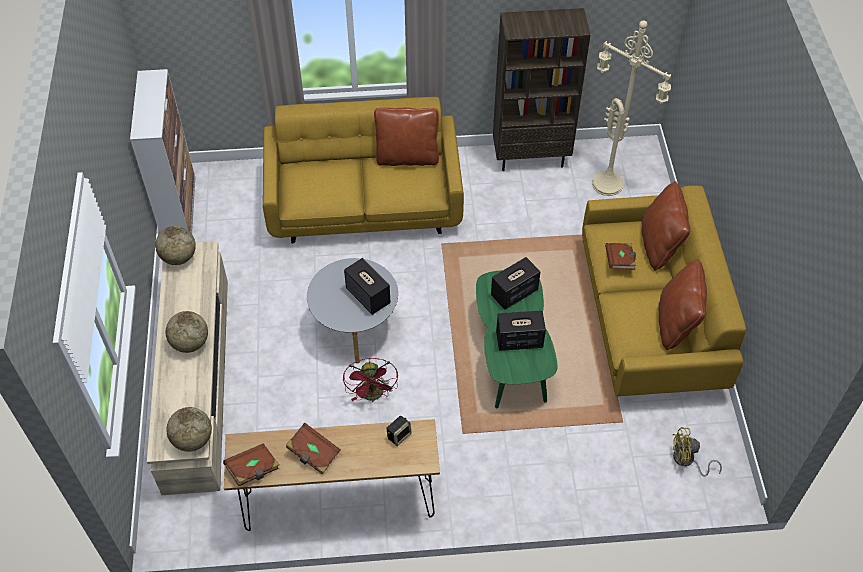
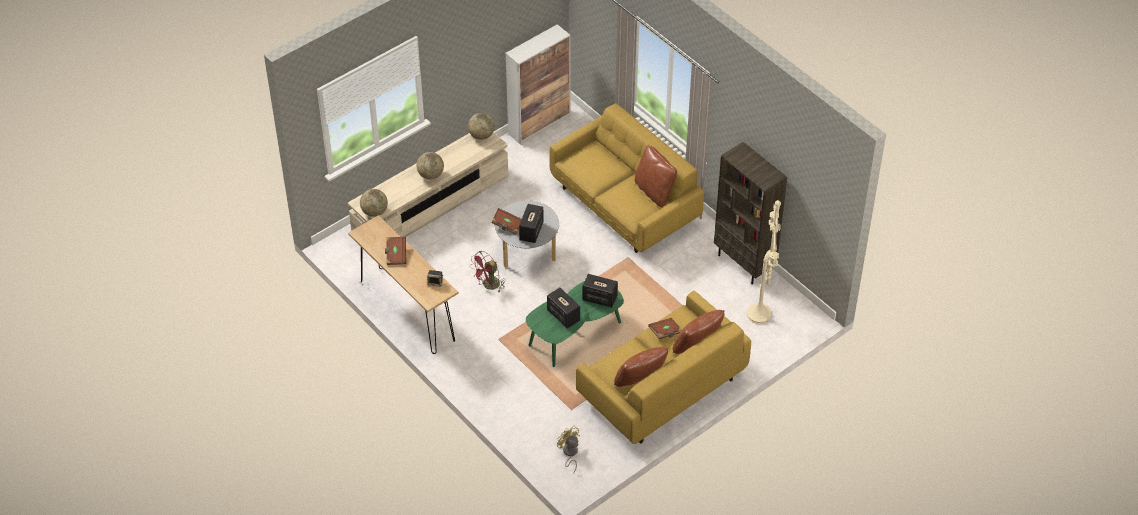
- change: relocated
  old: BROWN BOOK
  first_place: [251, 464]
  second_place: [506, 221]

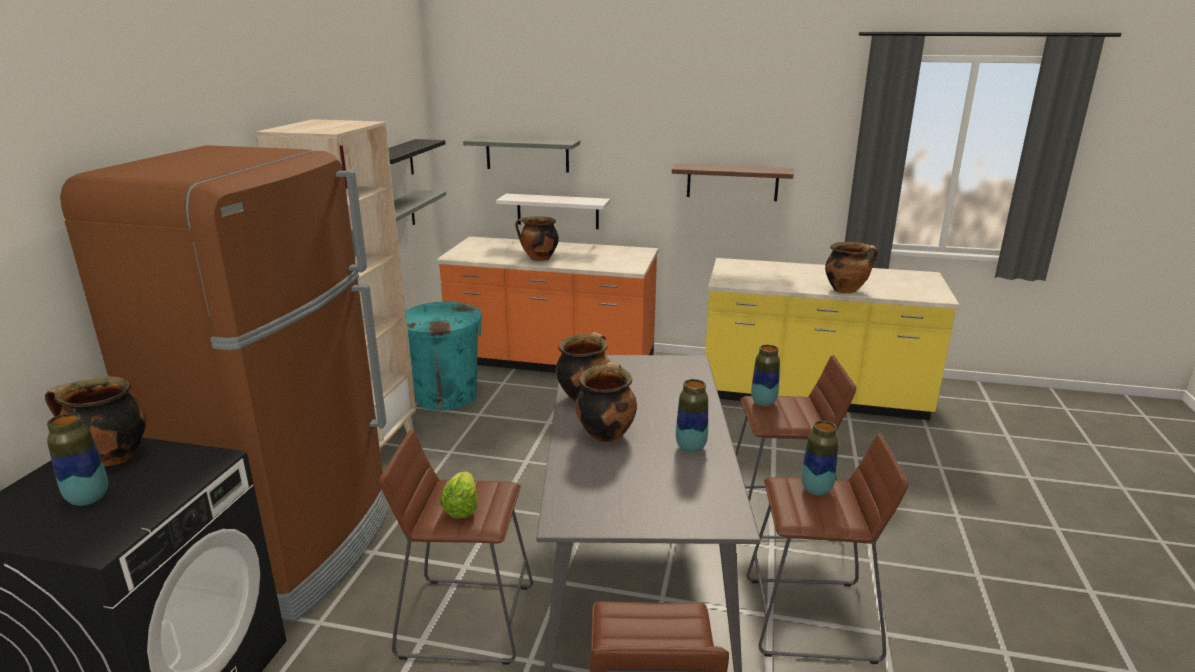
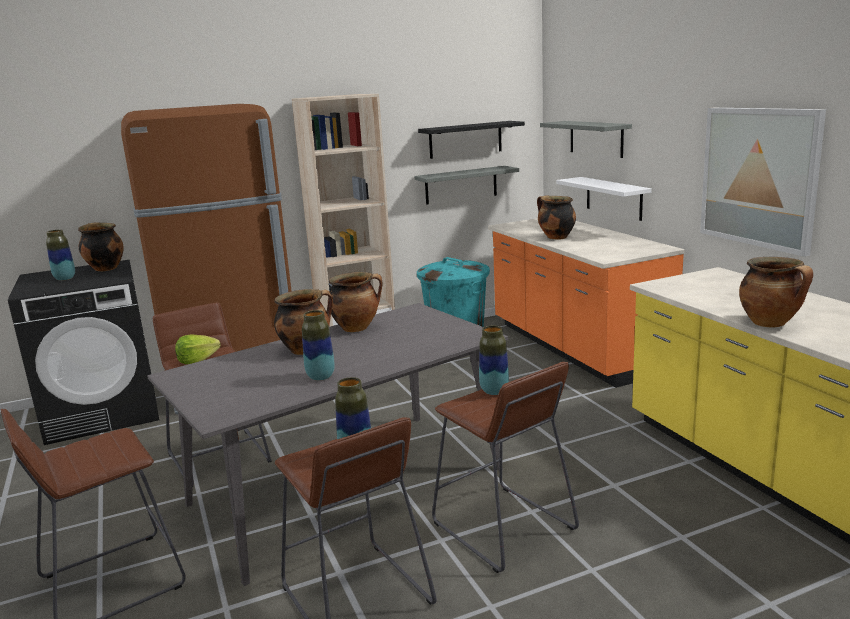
- change: exchanged
  old: BROWN SHELF
  new: PICTURE
  first_place: [732, 182]
  second_place: [763, 182]

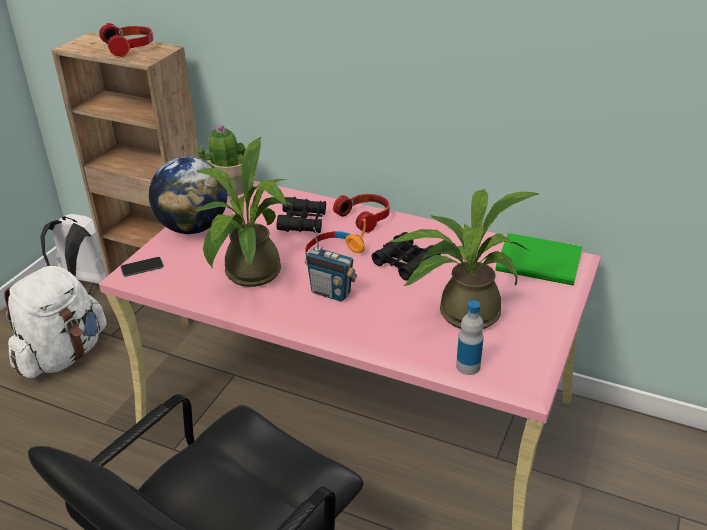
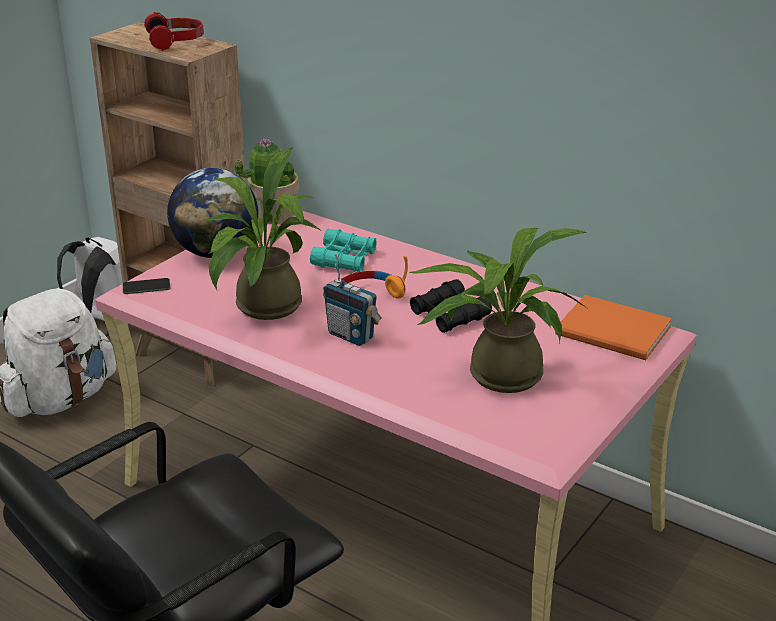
- change: missing
  old: HEADPHONES
  first_place: [361, 213]
- change: colour
  old: BLACK BINOCULARS
  new: TURQUOISE BINOCULARS
  first_place: [301, 215]
  second_place: [343, 250]
- change: colour
  old: GREEN BOOK
  new: ORANGE BOOK
  first_place: [539, 259]
  second_place: [613, 327]
- change: missing
  old: BOTTLE
  first_place: [470, 337]

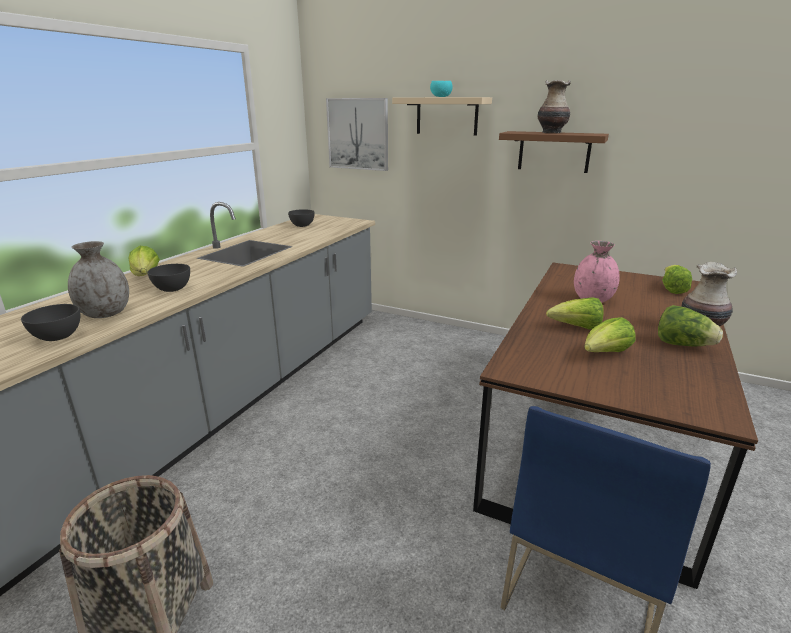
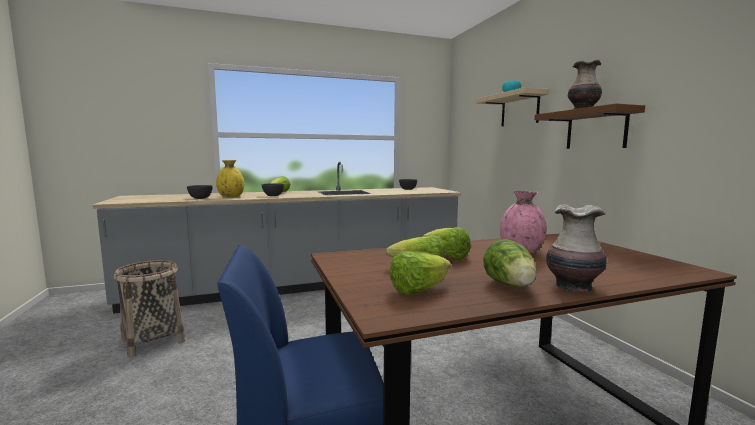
- change: missing
  old: PICTURE
  first_place: [357, 134]
- change: colour
  old: GREY VASE
  new: YELLOW VASE
  first_place: [98, 279]
  second_place: [230, 178]
- change: relocated
  old: LETTUCE
  first_place: [677, 279]
  second_place: [420, 272]

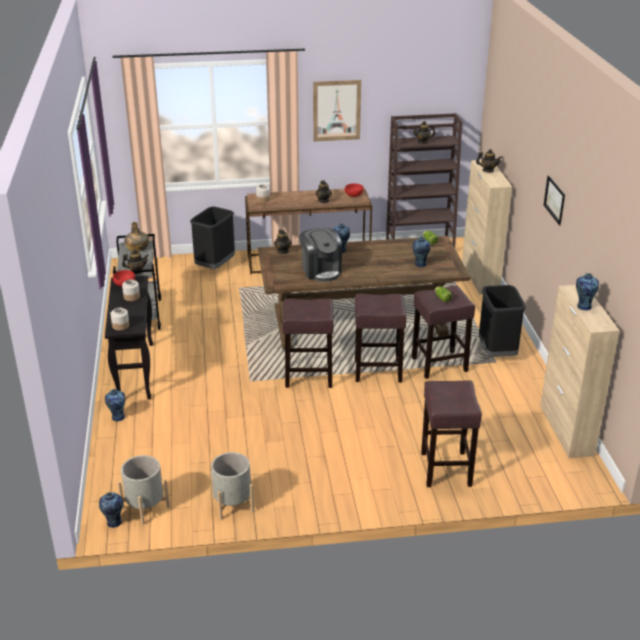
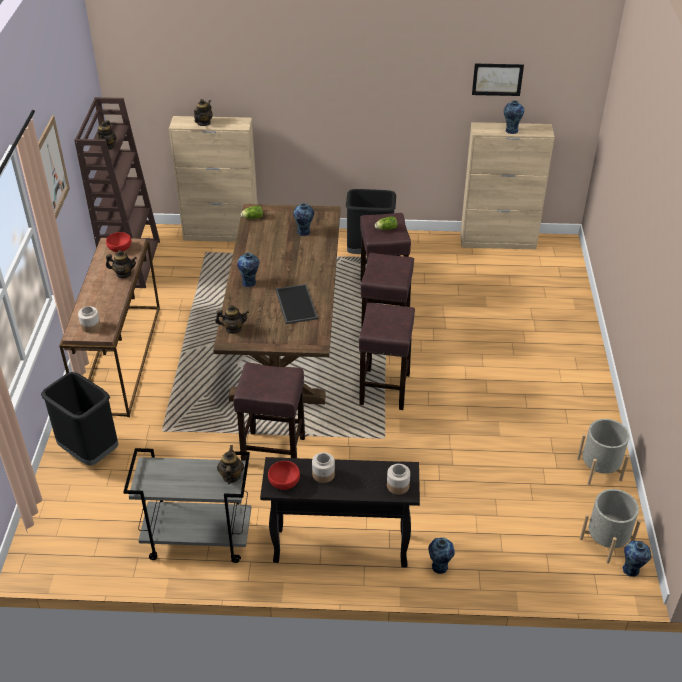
- change: relocated
  old: PICTURE
  first_place: [554, 200]
  second_place: [498, 80]
- change: missing
  old: GREEN BOTTLE
  first_place: [136, 237]
- change: exchanged
  old: COFFEE MACHINE
  new: TRAY
  first_place: [320, 255]
  second_place: [296, 304]
- change: relocated
  old: BROWN STOOL
  first_place: [451, 433]
  second_place: [269, 412]

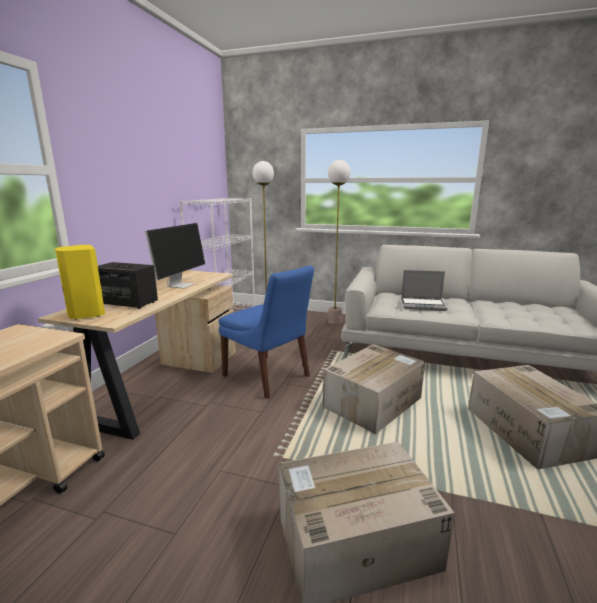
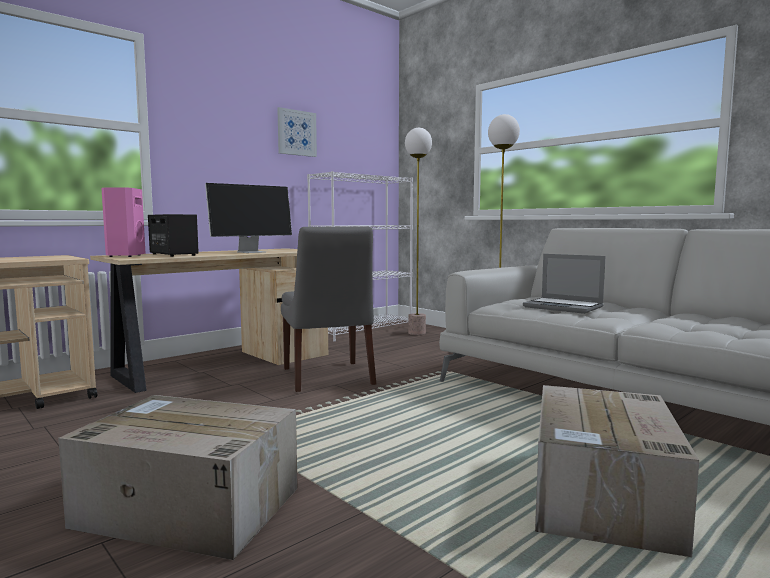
- change: colour
  old: YELLOW SPEAKER
  new: PINK SPEAKER
  first_place: [80, 282]
  second_place: [123, 222]
- change: colour
  old: BLUE CHAIR
  new: GREY CHAIR
  first_place: [266, 332]
  second_place: [328, 309]
- change: missing
  old: CARDBOARD BOX
  first_place: [374, 389]
- change: appeared
  new: PICTURE
  second_place: [297, 132]

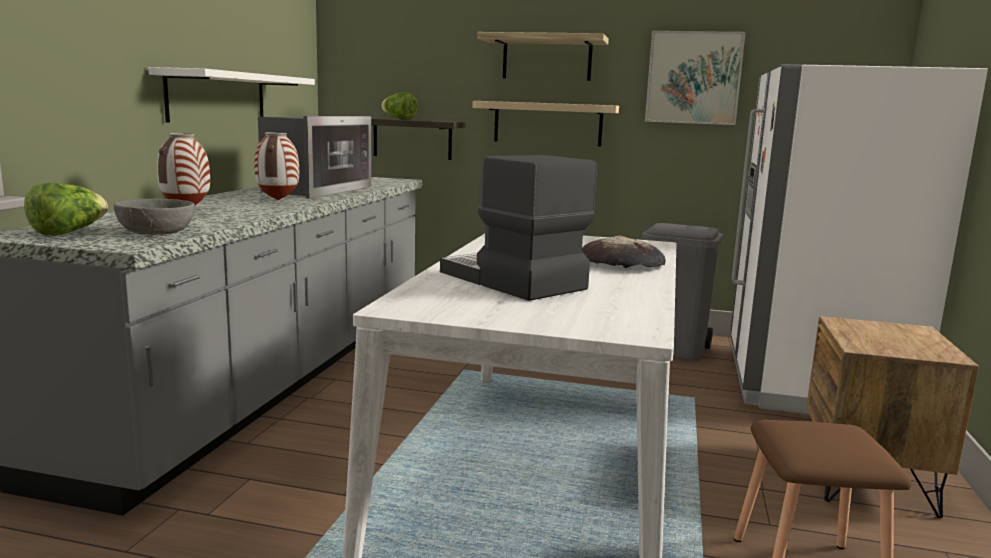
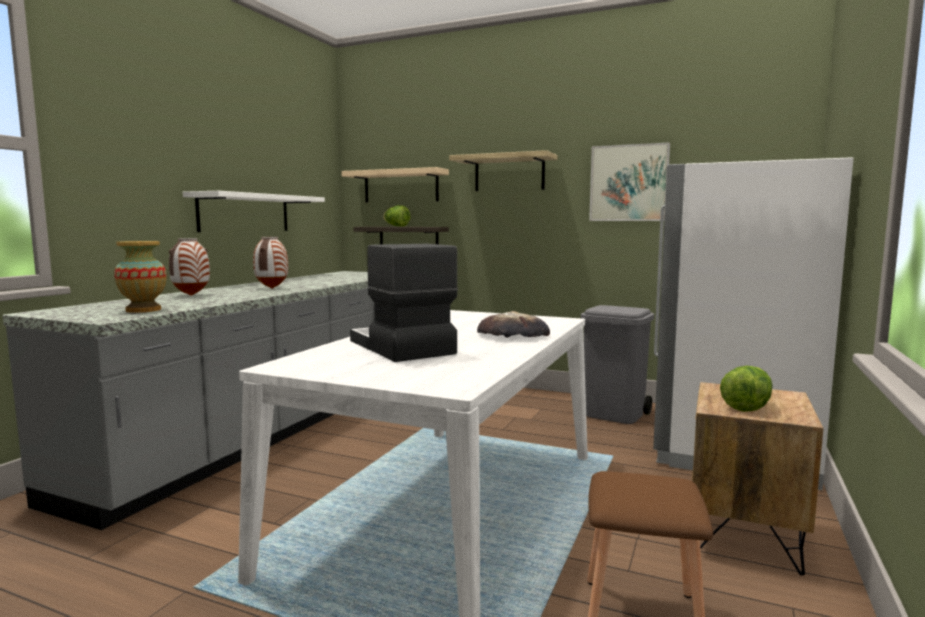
- change: relocated
  old: BEIGE SHELF
  first_place: [545, 123]
  second_place: [395, 185]
- change: missing
  old: MICROWAVE
  first_place: [315, 157]
- change: relocated
  old: LETTUCE
  first_place: [66, 209]
  second_place: [746, 389]
- change: exchanged
  old: GREY BOWL
  new: VASE
  first_place: [154, 217]
  second_place: [140, 277]

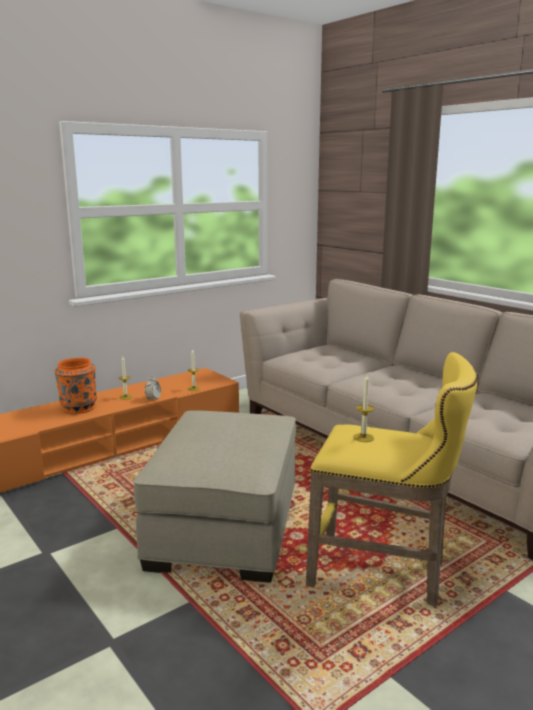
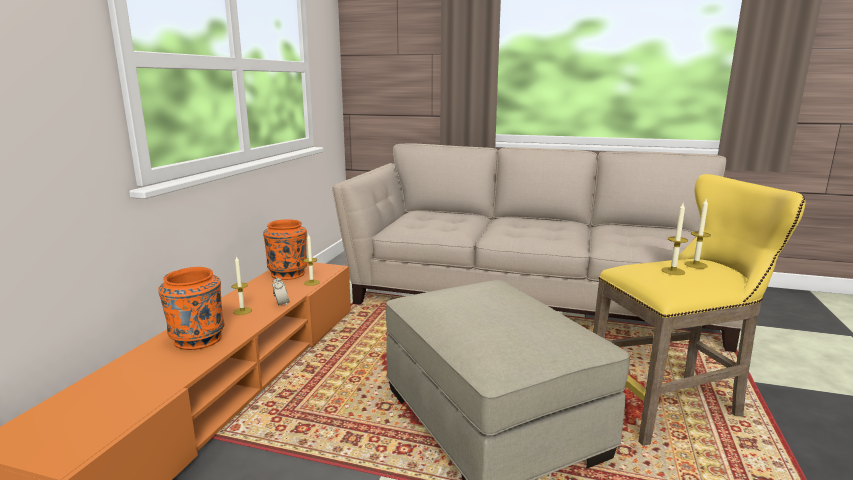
- change: appeared
  new: CANDLE
  second_place: [698, 234]
- change: appeared
  new: ORANGE VASE
  second_place: [285, 250]

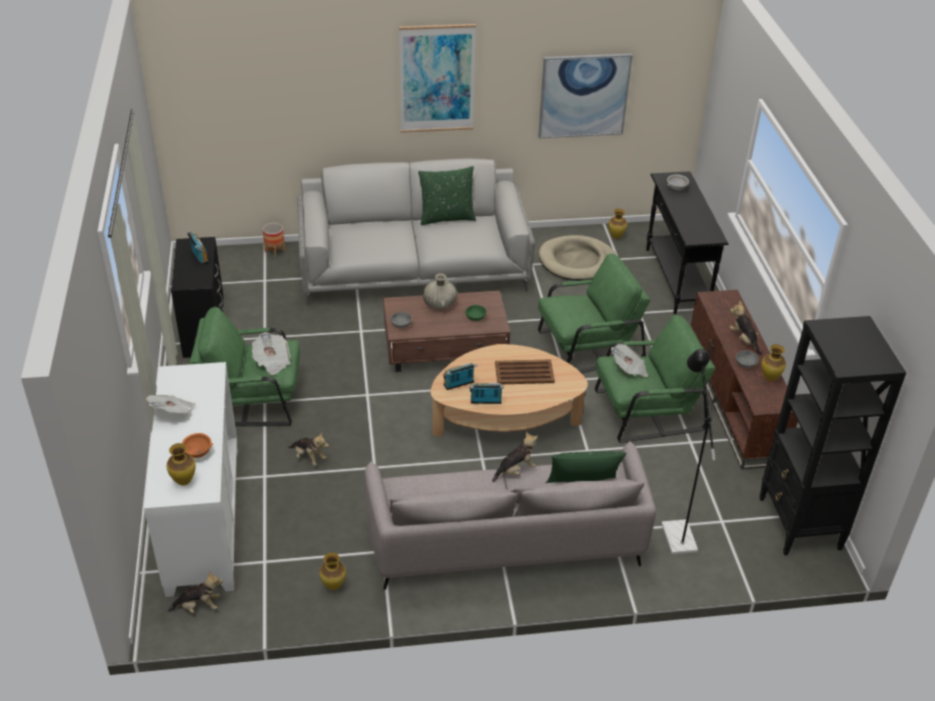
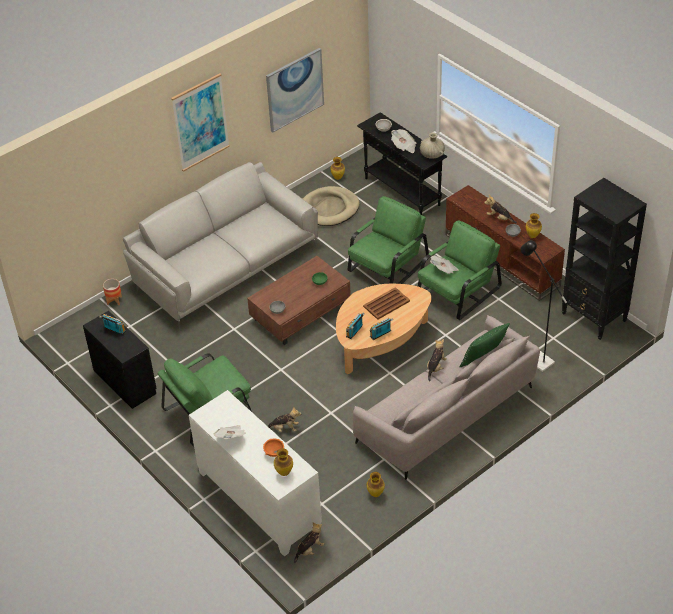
- change: missing
  old: GREEN PILLOW
  first_place: [447, 195]
- change: relocated
  old: BEIGE VASE
  first_place: [440, 291]
  second_place: [432, 146]
- change: relocated
  old: NEWSPAPER
  first_place: [271, 353]
  second_place: [404, 141]

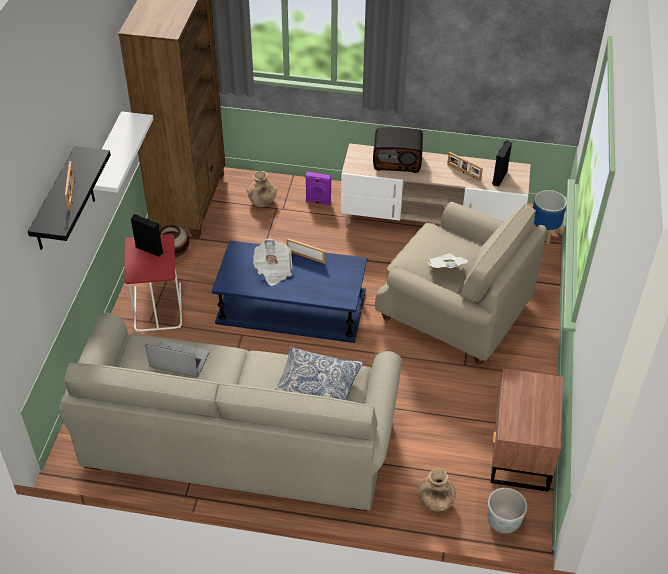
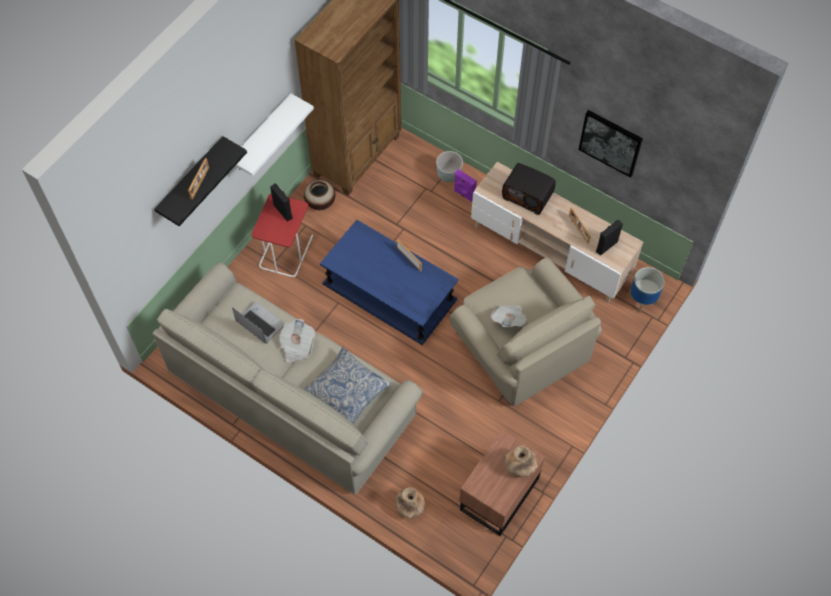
- change: relocated
  old: BROWN VASE
  first_place: [262, 189]
  second_place: [521, 461]
- change: relocated
  old: NEWSPAPER
  first_place: [272, 262]
  second_place: [297, 340]
- change: relocated
  old: GREY PLANTER
  first_place: [507, 511]
  second_place: [449, 166]
- change: appeared
  new: PICTURE
  second_place: [610, 144]

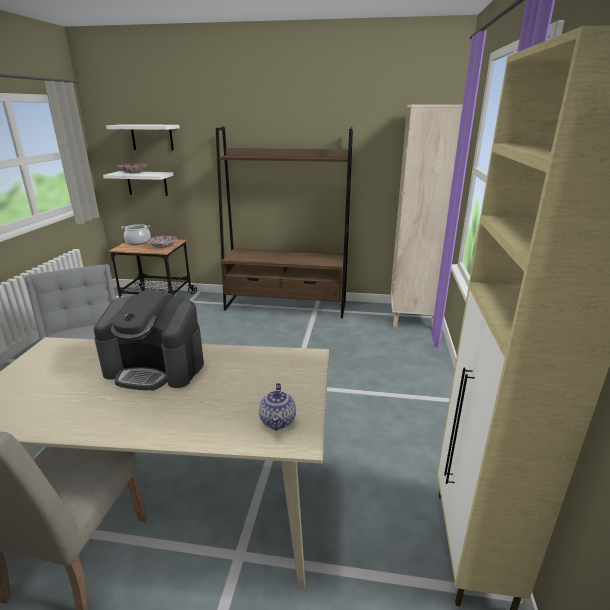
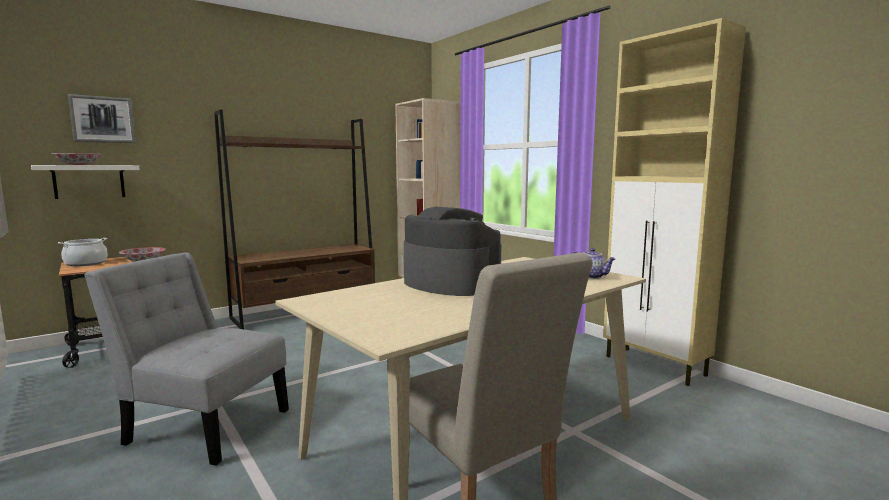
- change: exchanged
  old: WHITE SHELF
  new: PICTURE
  first_place: [143, 137]
  second_place: [102, 118]
- change: spun
  old: COFFEE MACHINE
  first_place: [149, 341]
  second_place: [453, 251]
  degrees: -105

